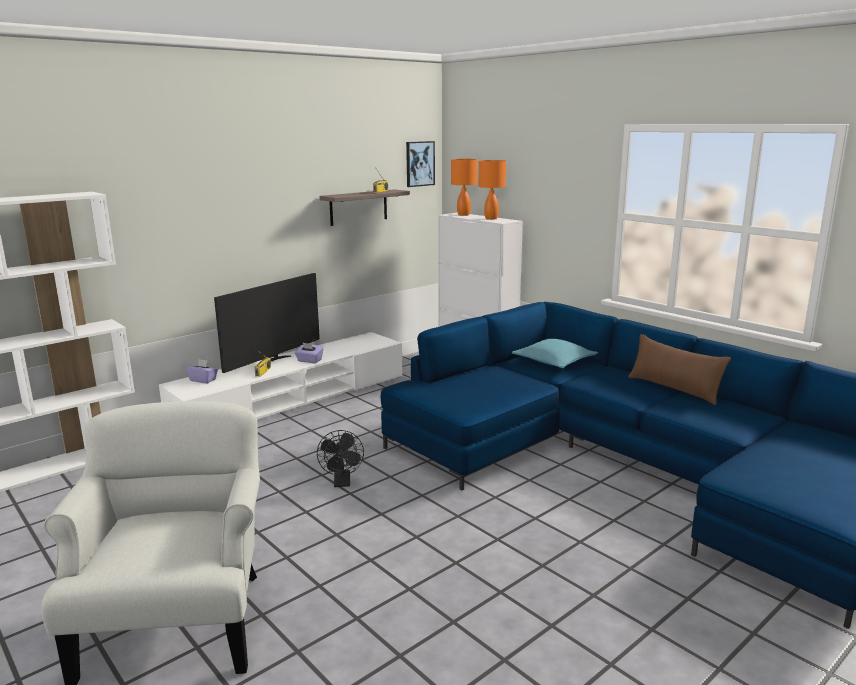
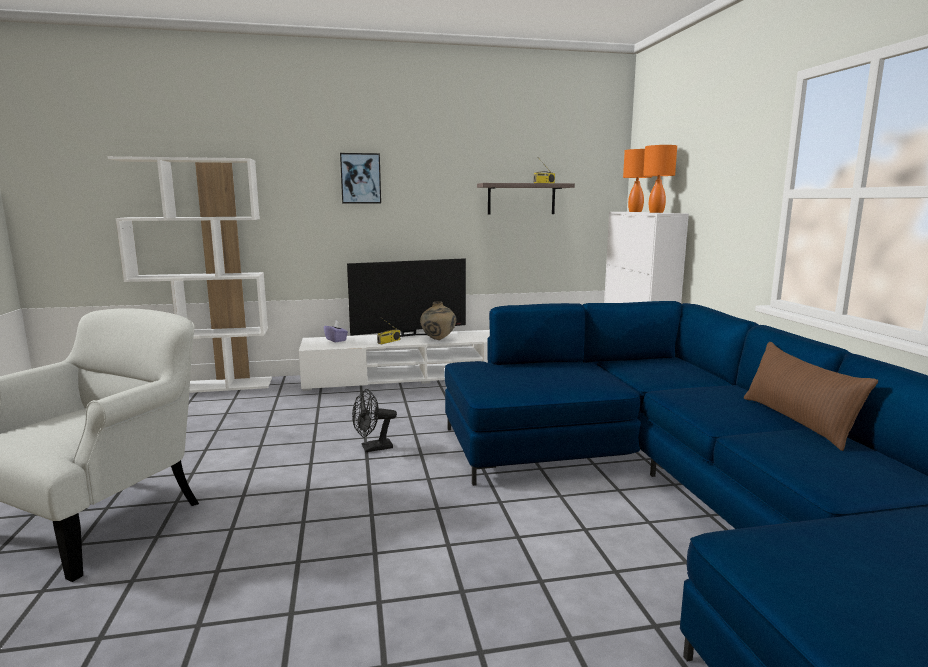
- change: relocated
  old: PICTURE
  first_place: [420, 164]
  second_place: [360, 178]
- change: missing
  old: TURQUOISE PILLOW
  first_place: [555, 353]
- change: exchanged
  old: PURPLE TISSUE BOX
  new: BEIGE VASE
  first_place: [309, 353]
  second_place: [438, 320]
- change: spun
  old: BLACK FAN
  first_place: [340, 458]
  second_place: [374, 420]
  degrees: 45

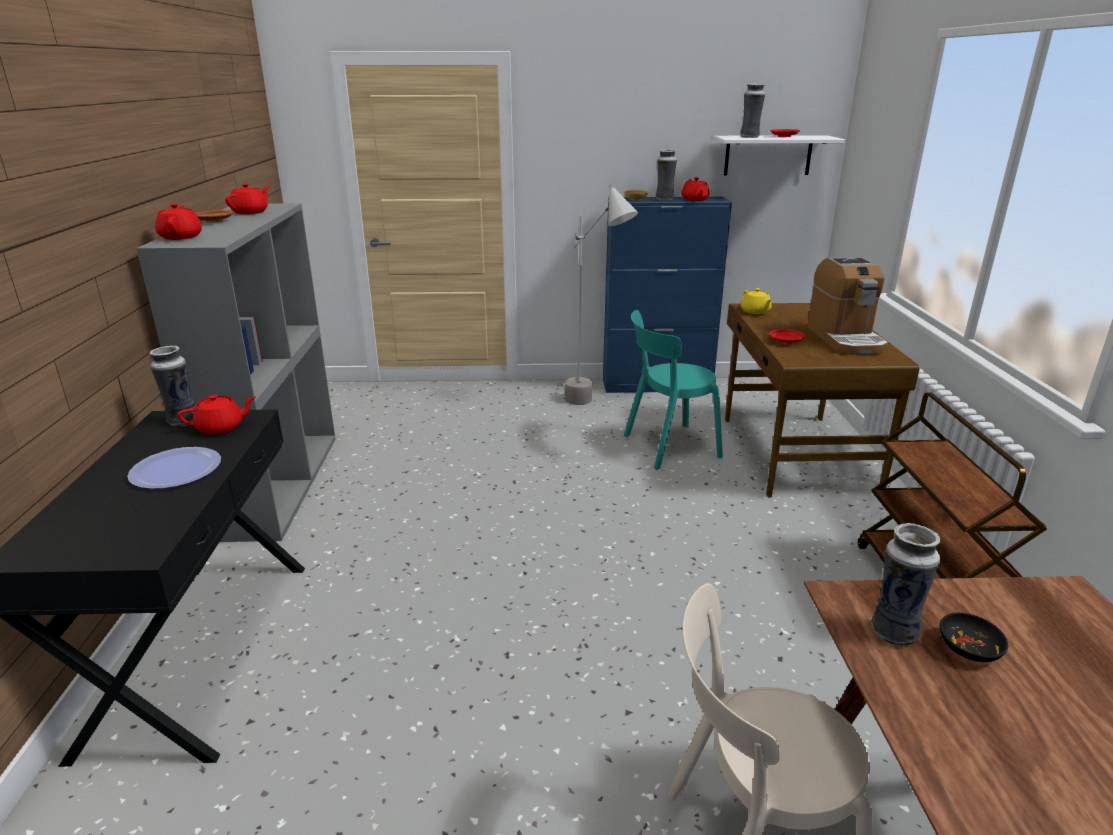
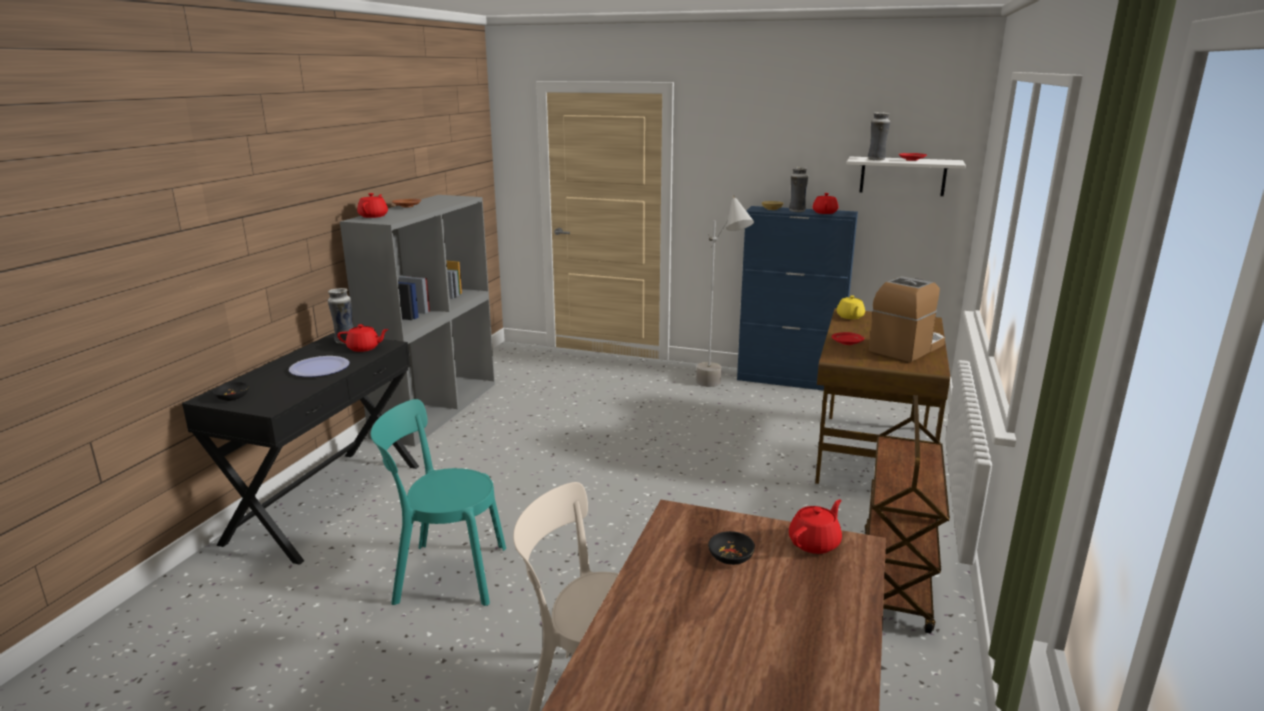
- change: relocated
  old: RED TEAPOT
  first_place: [247, 199]
  second_place: [815, 526]
- change: spun
  old: COFFEE MACHINE
  first_place: [847, 306]
  second_place: [907, 319]
  degrees: -150
- change: relocated
  old: TURQUOISE CHAIR
  first_place: [673, 390]
  second_place: [438, 502]
- change: missing
  old: VASE
  first_place: [905, 584]
- change: appeared
  new: BLACK BOWL
  second_place: [231, 391]

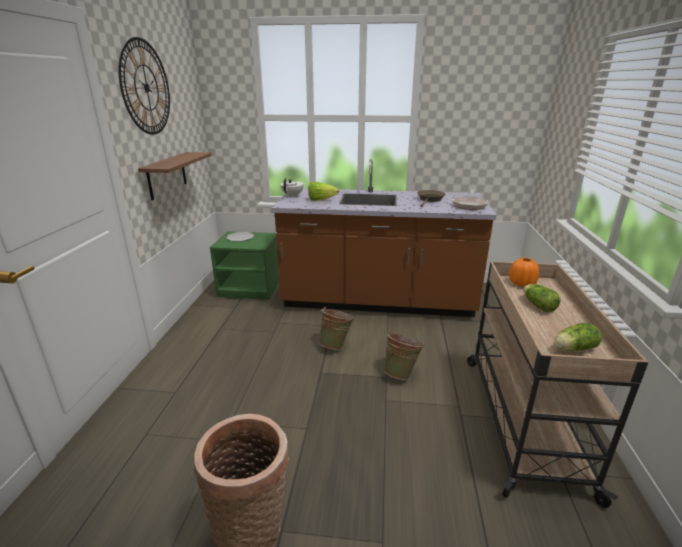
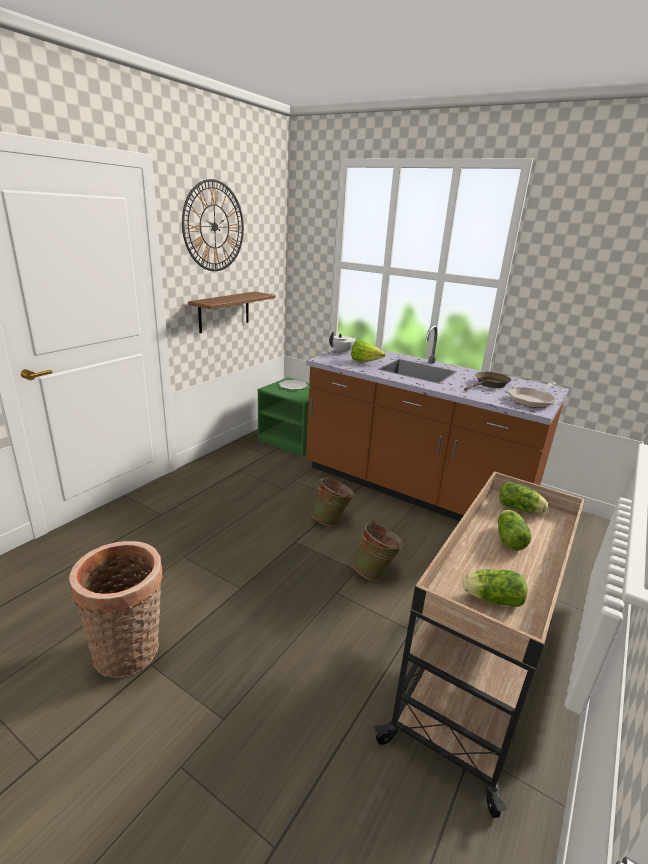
- change: exchanged
  old: ORANGE VASE
  new: LETTUCE
  first_place: [524, 272]
  second_place: [523, 497]

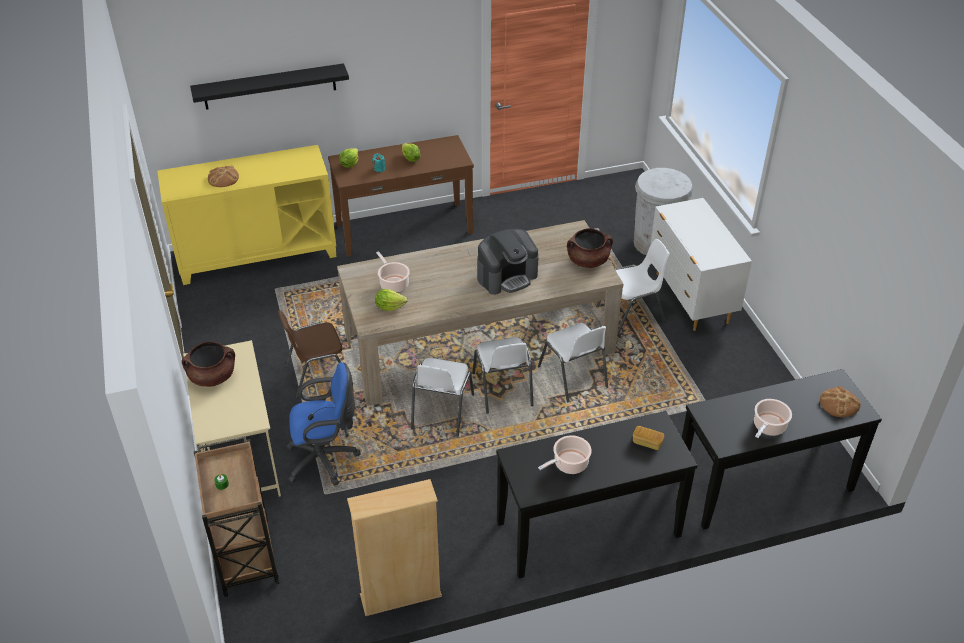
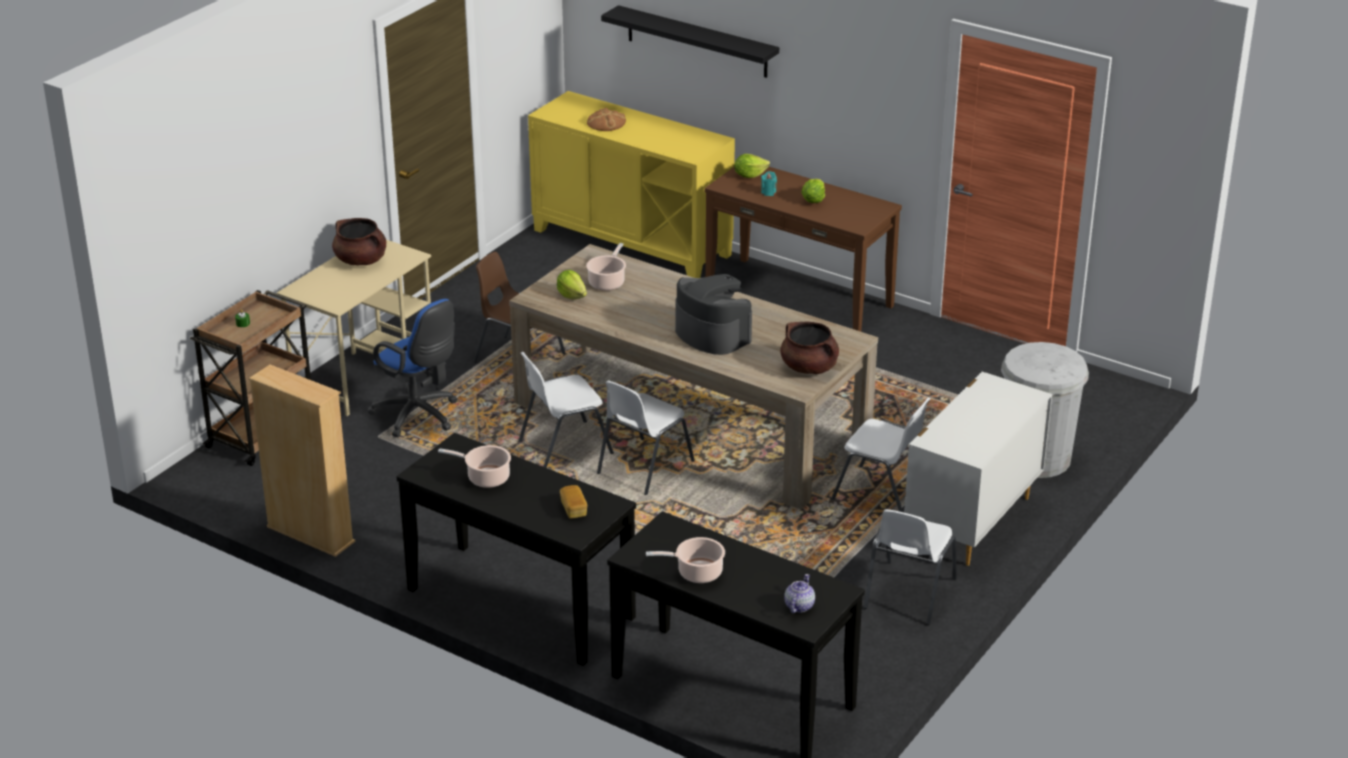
- change: spun
  old: COFFEE MACHINE
  first_place: [508, 262]
  second_place: [713, 314]
  degrees: -150
- change: relocated
  old: WHITE CHAIR
  first_place: [573, 362]
  second_place: [910, 567]
- change: exchanged
  old: BREAD
  new: TEAPOT
  first_place: [840, 401]
  second_place: [799, 593]

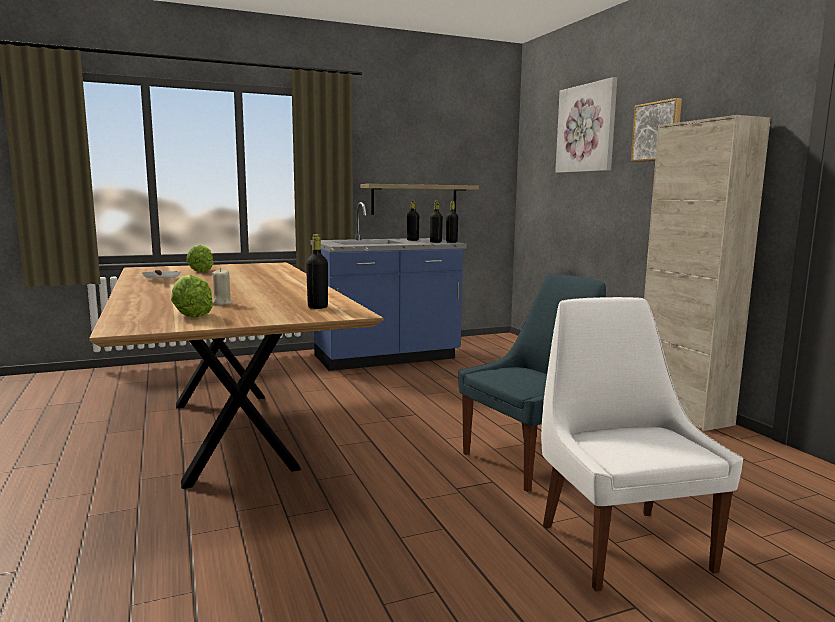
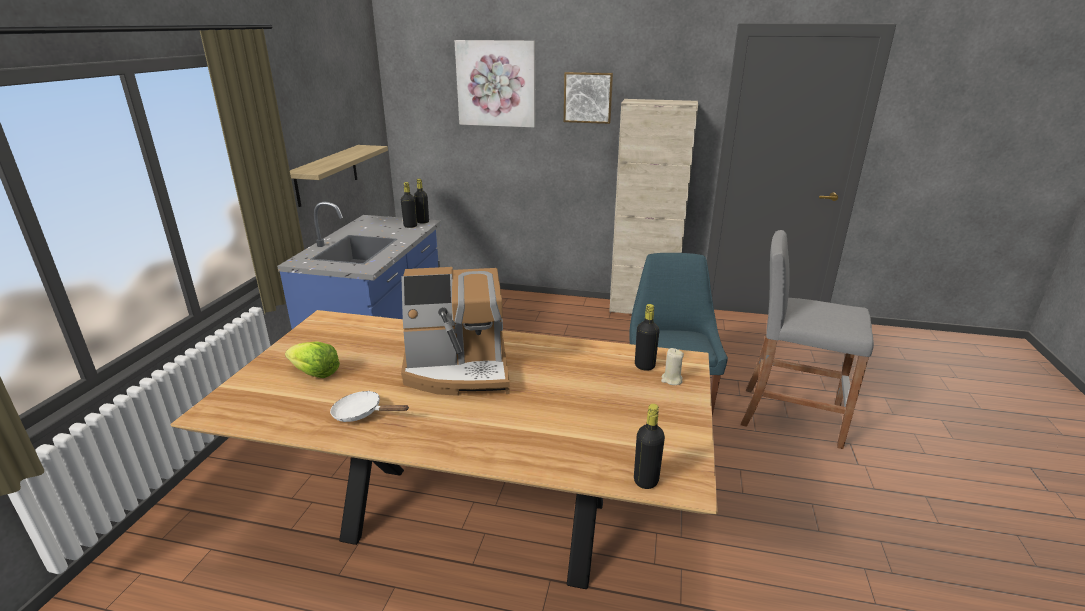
- change: relocated
  old: BLACK BOTTLE
  first_place: [413, 220]
  second_place: [649, 446]
- change: relocated
  old: BEIGE CANDLE
  first_place: [222, 286]
  second_place: [672, 366]
- change: missing
  old: LETTUCE
  first_place: [192, 296]
- change: exchanged
  old: WHITE CHAIR
  new: GREY STOOL
  first_place: [642, 444]
  second_place: [807, 339]
- change: appeared
  new: COFFEE MACHINE
  second_place: [455, 331]

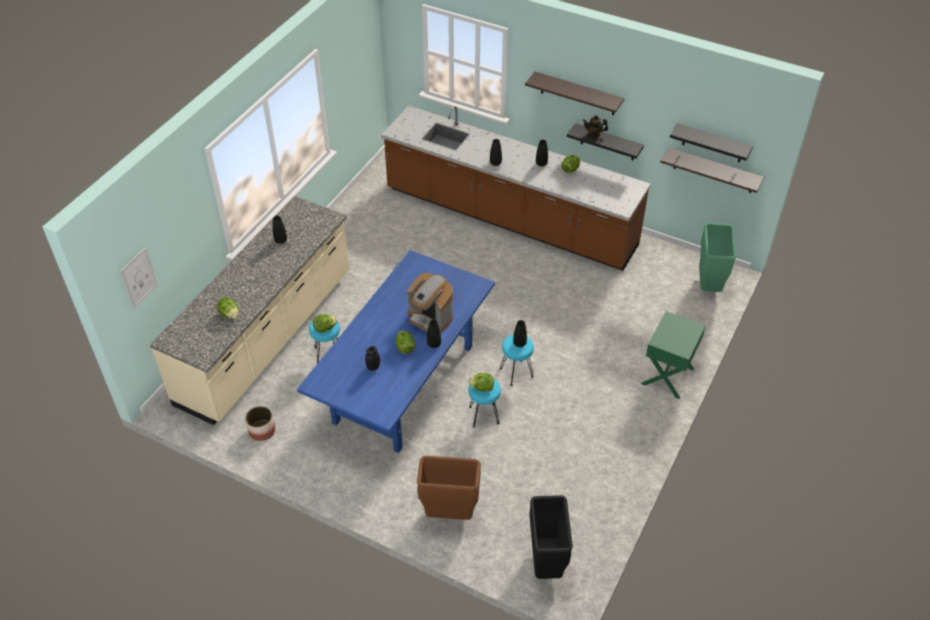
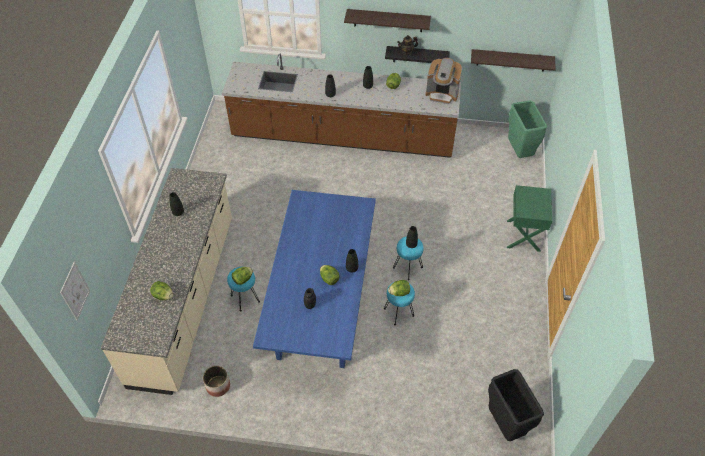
- change: missing
  old: BLACK SHELF
  first_place: [711, 143]
- change: relocated
  old: COFFEE MACHINE
  first_place: [430, 303]
  second_place: [444, 81]
- change: missing
  old: BROWN TRASH CAN
  first_place: [449, 488]

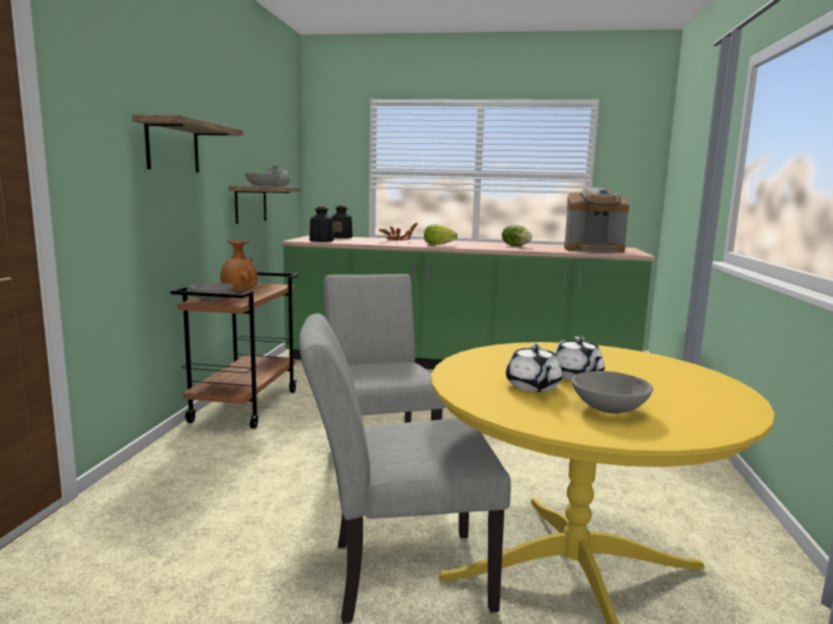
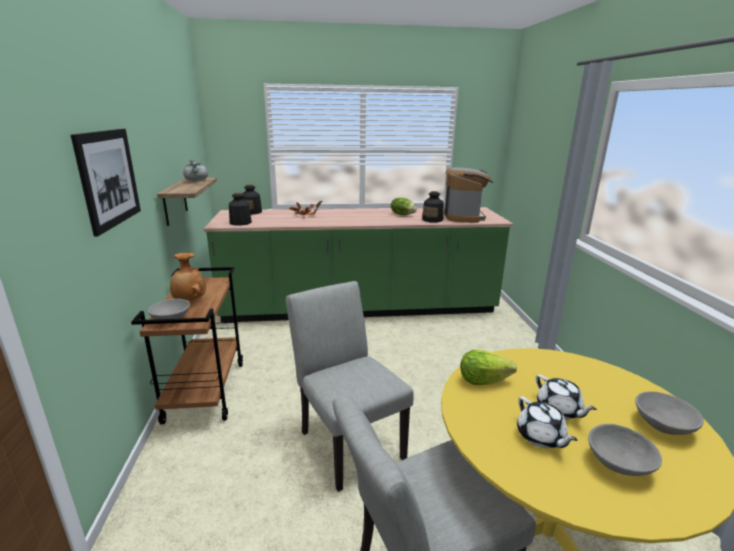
- change: exchanged
  old: SHELF
  new: PICTURE
  first_place: [187, 144]
  second_place: [106, 182]
- change: relocated
  old: GREY BOWL
  first_place: [262, 180]
  second_place: [669, 413]
- change: spun
  old: COFFEE MACHINE
  first_place: [596, 220]
  second_place: [468, 195]
  degrees: -75
- change: relocated
  old: LETTUCE
  first_place: [441, 234]
  second_place: [488, 367]
- change: appeared
  new: BOTTLE
  second_place: [433, 207]

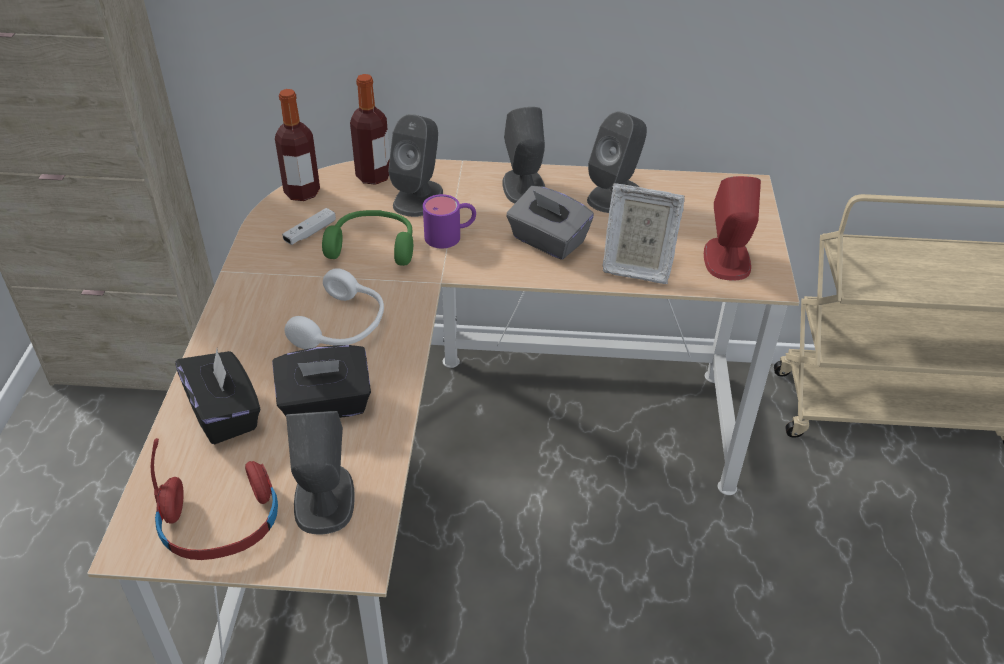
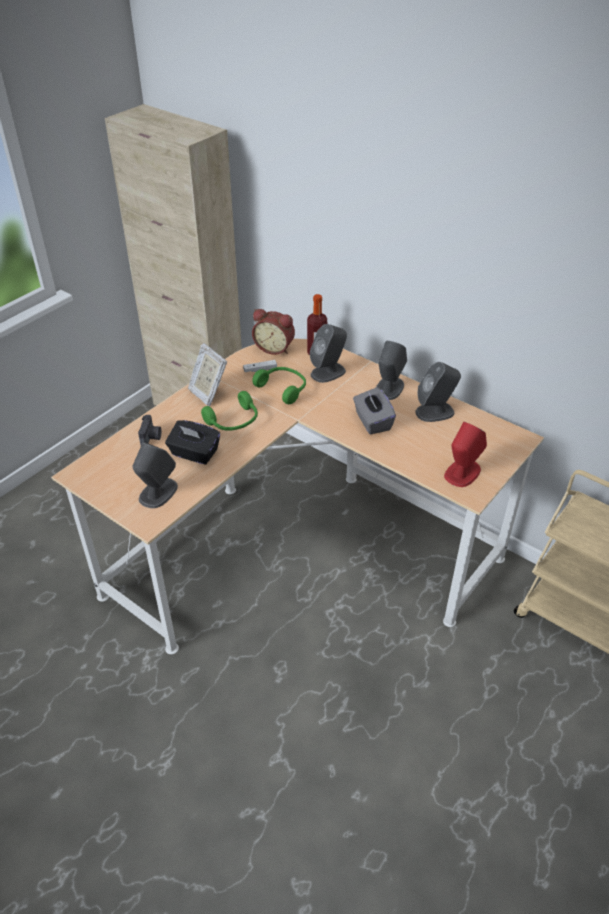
- change: exchanged
  old: BOTTLE
  new: ALARM CLOCK
  first_place: [297, 145]
  second_place: [273, 332]
- change: relocated
  old: PICTURE FRAME
  first_place: [643, 233]
  second_place: [207, 374]
- change: missing
  old: PURPLE MUG
  first_place: [449, 221]
- change: colour
  old: WHITE HEADPHONES
  new: GREEN HEADPHONES
  first_place: [334, 308]
  second_place: [229, 411]
- change: exchanged
  old: BLACK TISSUE BOX
  new: PHOTO CAMERA
  first_place: [218, 396]
  second_place: [149, 430]
- change: missing
  old: RED HEADPHONES
  first_place: [214, 499]

